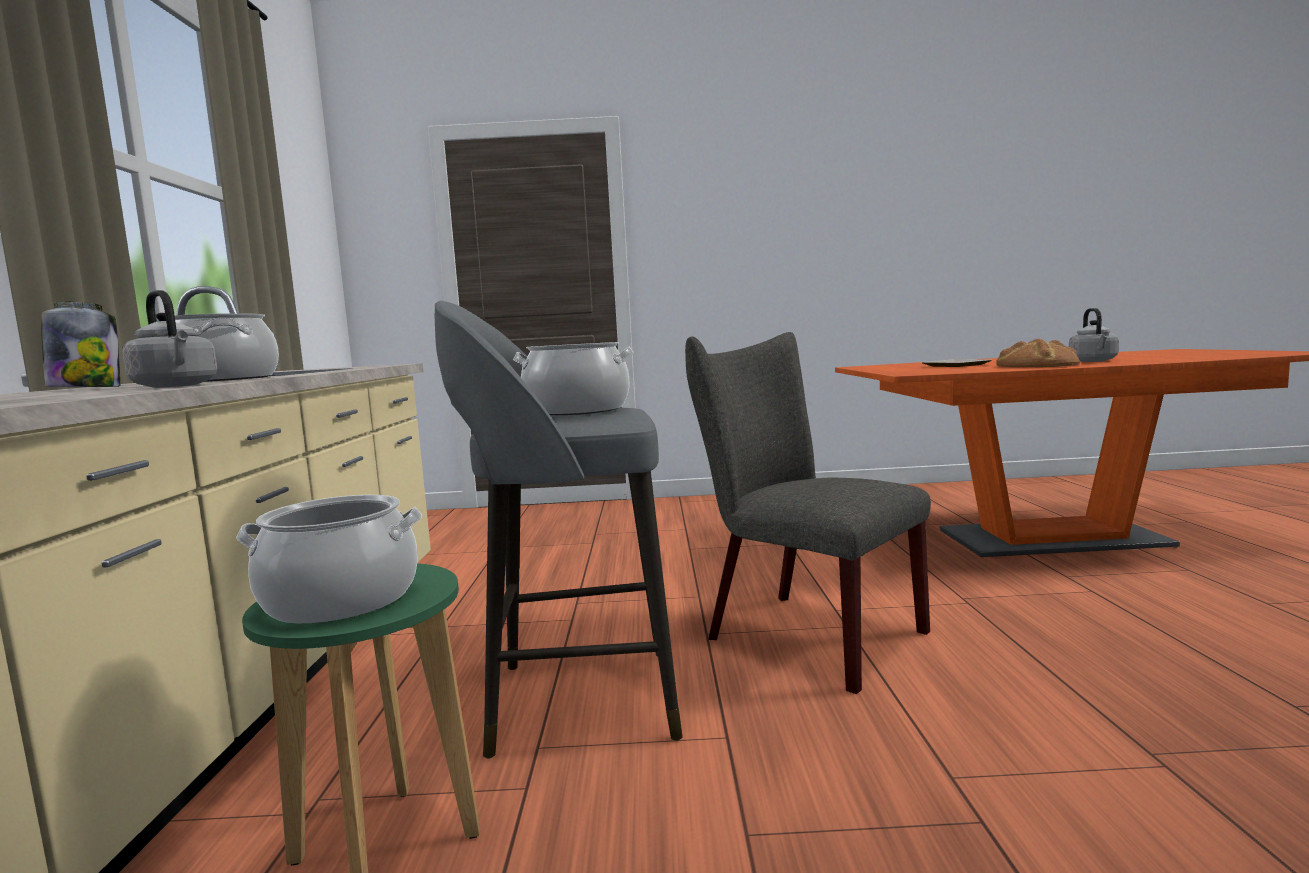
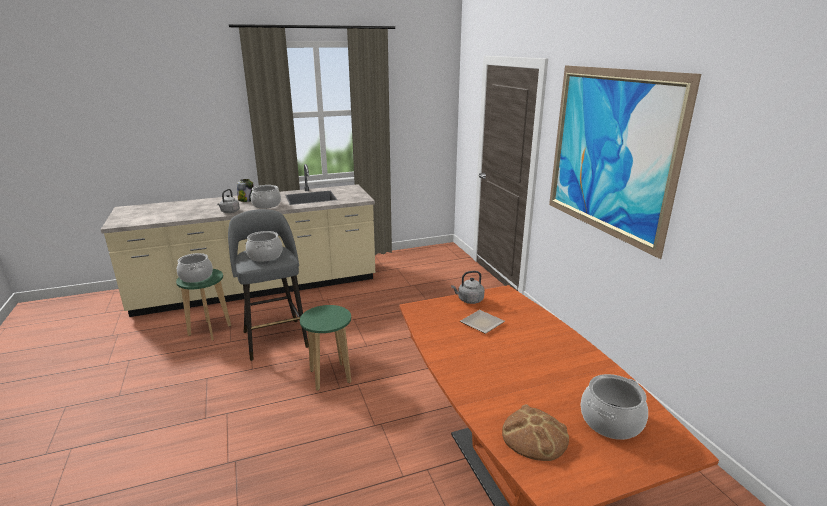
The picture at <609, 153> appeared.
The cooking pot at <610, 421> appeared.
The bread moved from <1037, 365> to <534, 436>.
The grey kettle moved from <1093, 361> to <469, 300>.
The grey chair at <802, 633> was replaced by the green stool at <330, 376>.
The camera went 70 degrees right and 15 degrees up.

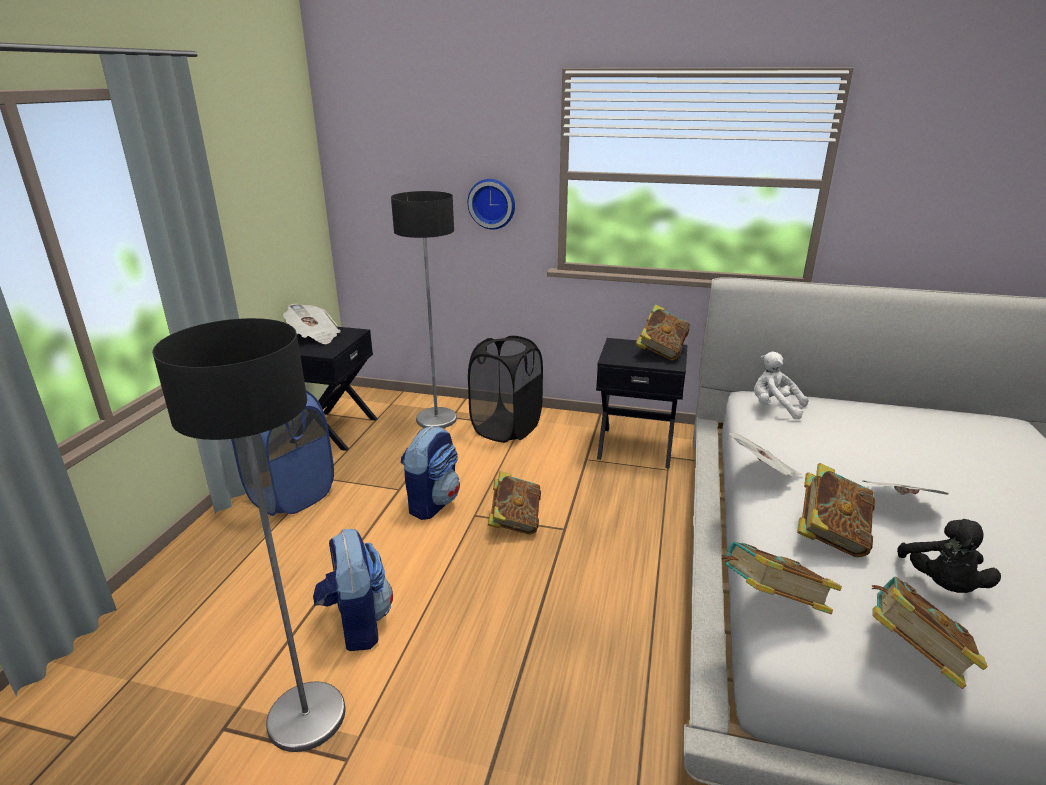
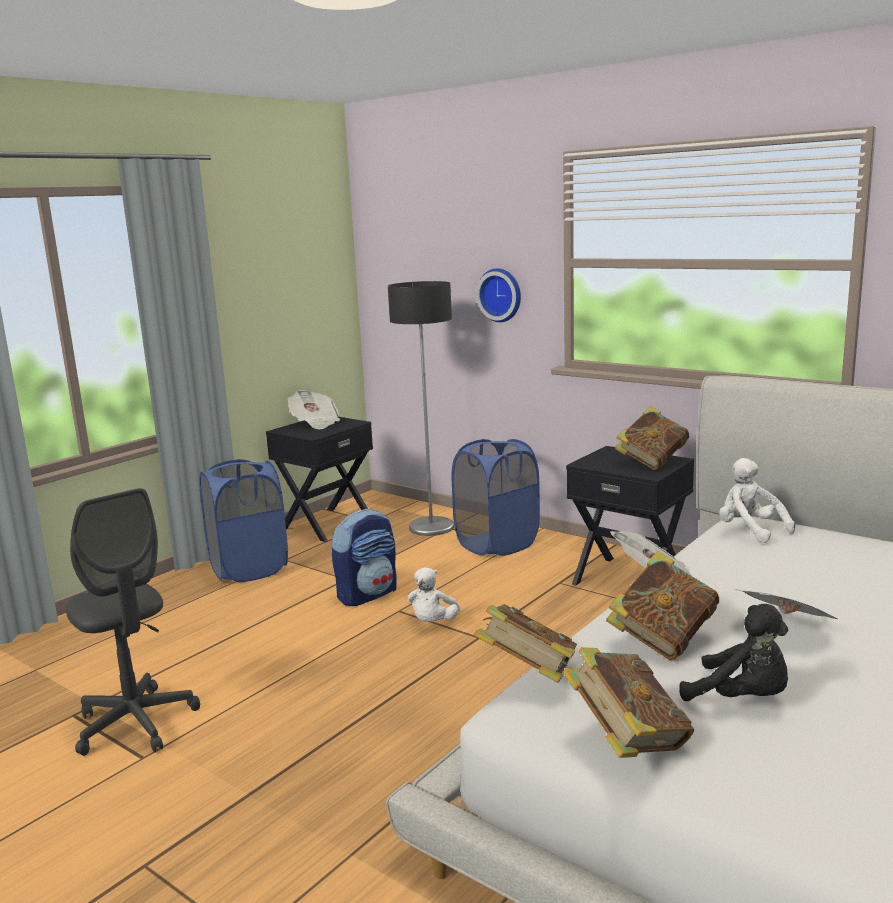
The backpack at <357, 624> disappeared.
The floor lamp at <306, 717> was replaced by the grey office chair at <136, 723>.
The book at <515, 522> was replaced by the white plush toy at <433, 623>.
The black laundry basket at <506, 428> became the blue laundry basket at <497, 544>.
The black plush toy at <941, 585> turned 90 degrees counterclockwise.
The camera went 25 degrees right and 10 degrees down.

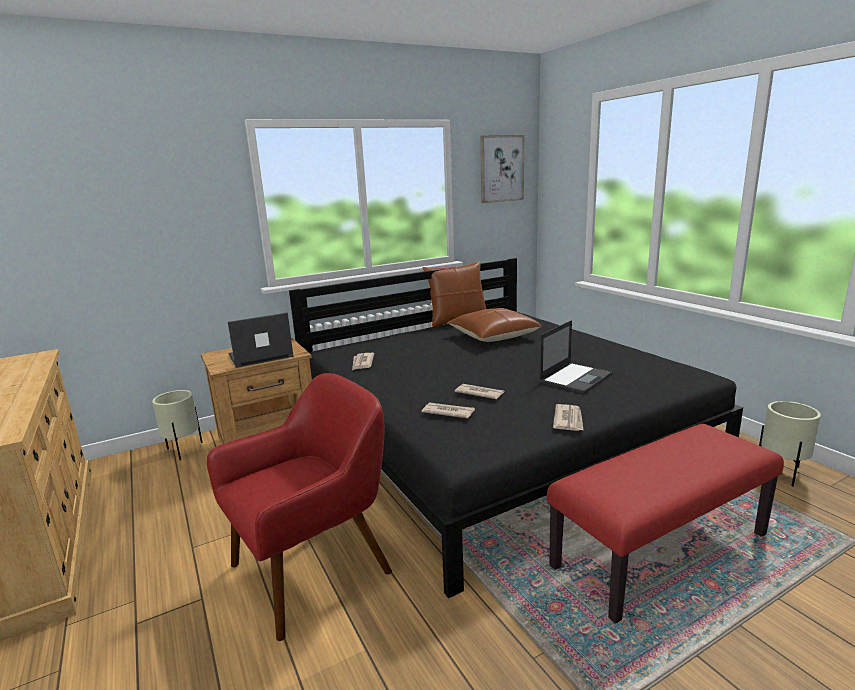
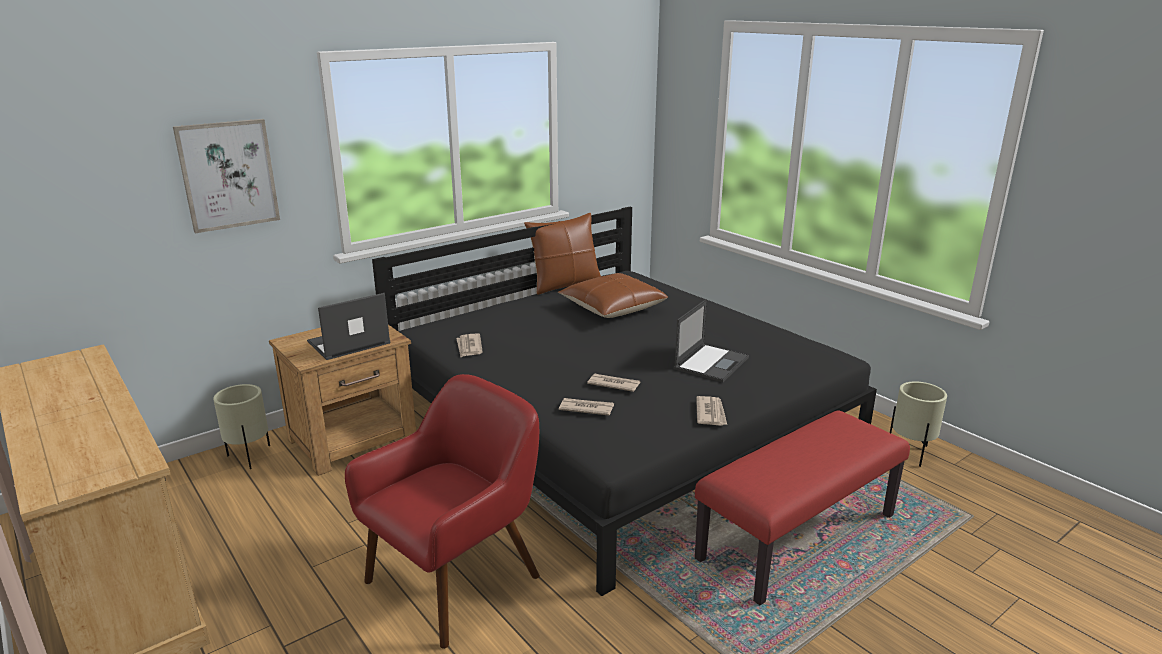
The picture moved from <501, 169> to <228, 175>.
The camera went 10 degrees left and 5 degrees up.

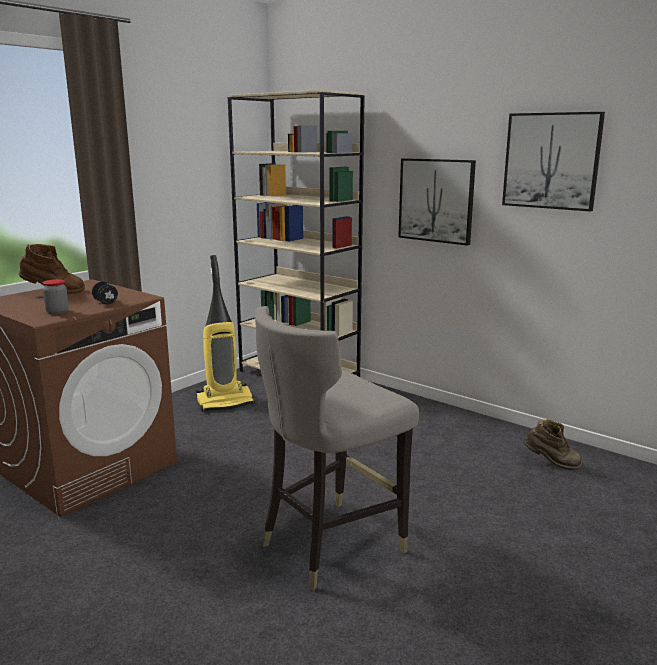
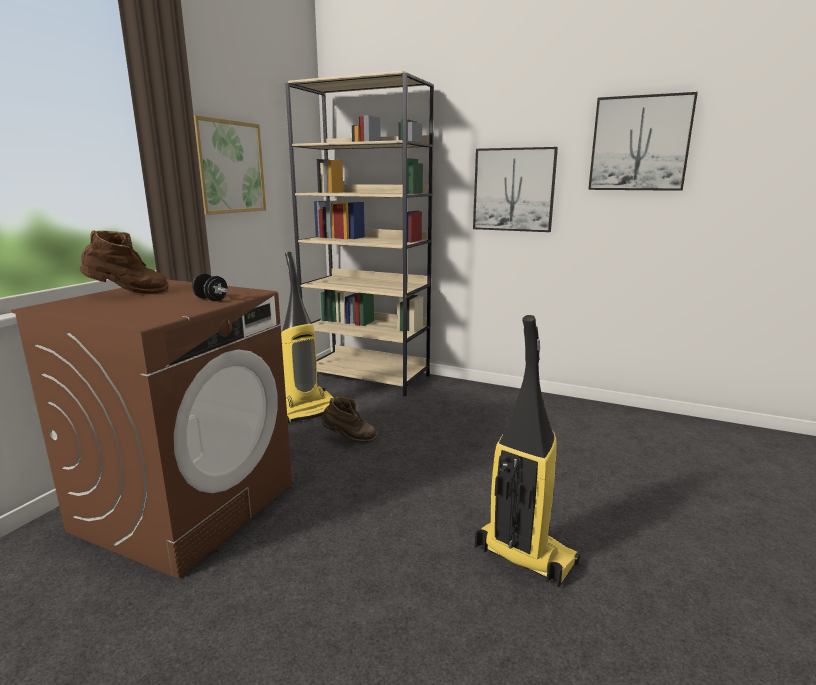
The jar at <57, 312> disappeared.
The picture at <229, 167> appeared.
The brown boot moved from <551, 464> to <349, 439>.
The grey stool at <330, 545> was replaced by the vacuum cleaner at <523, 556>.
The camera went 15 degrees left and 0 degrees up.

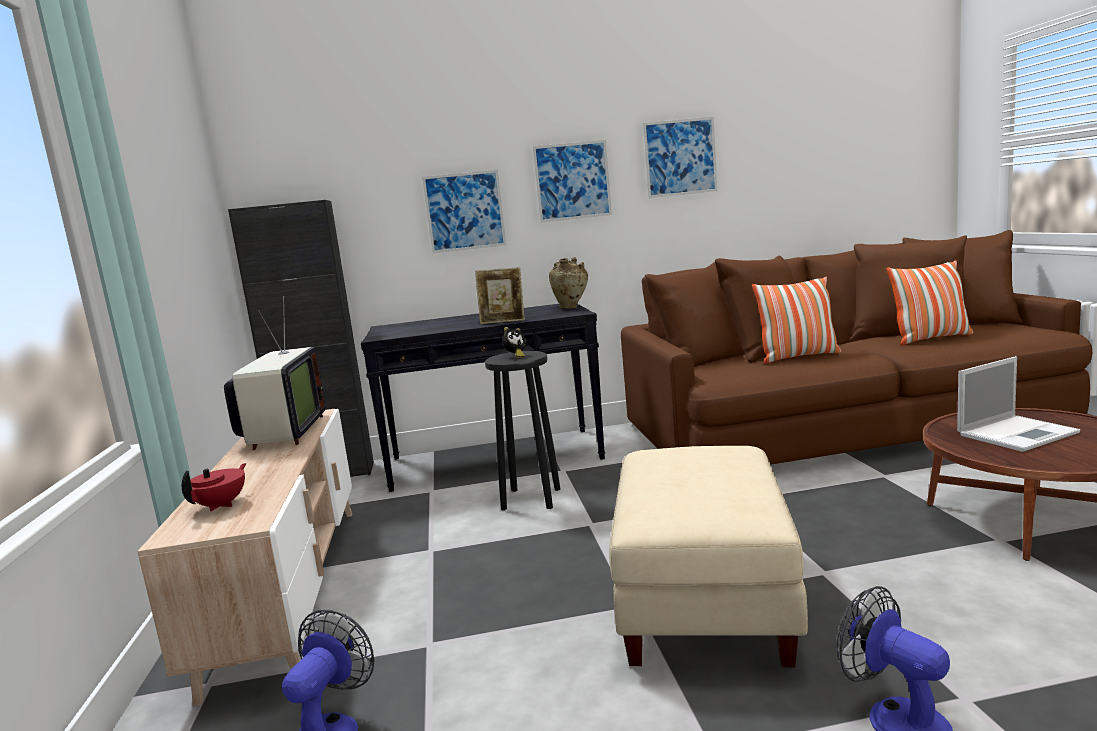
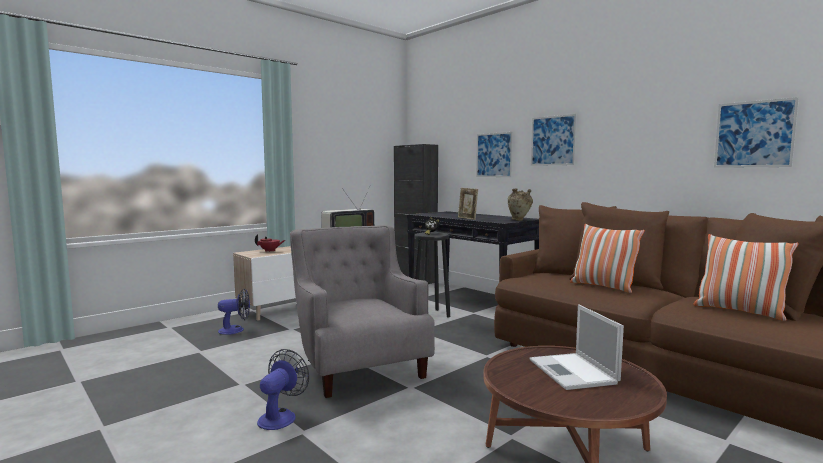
The picture moved from <680, 157> to <754, 134>.
The beige ottoman at <702, 599> was replaced by the grey armchair at <358, 365>.
The laptop at <1017, 433> turned 45 degrees clockwise.
The camera went 55 degrees right and 5 degrees down.

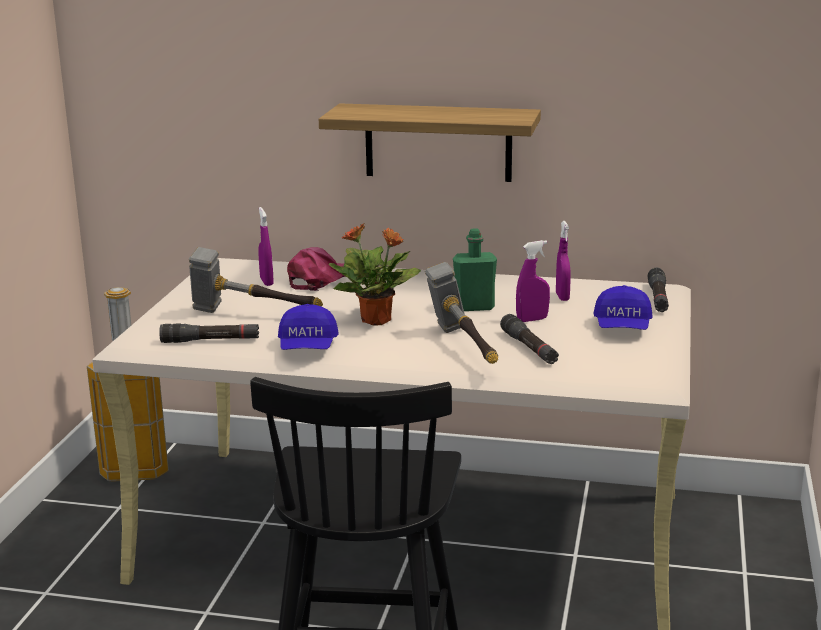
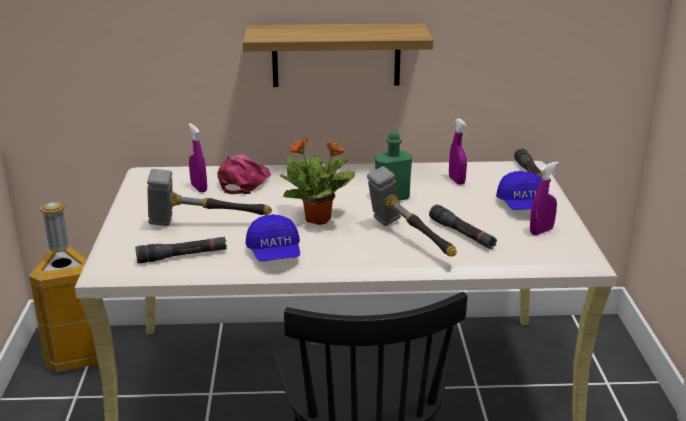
The purple spray bottle moved from <532, 320> to <541, 231>.
The camera went 15 degrees left and 5 degrees up.

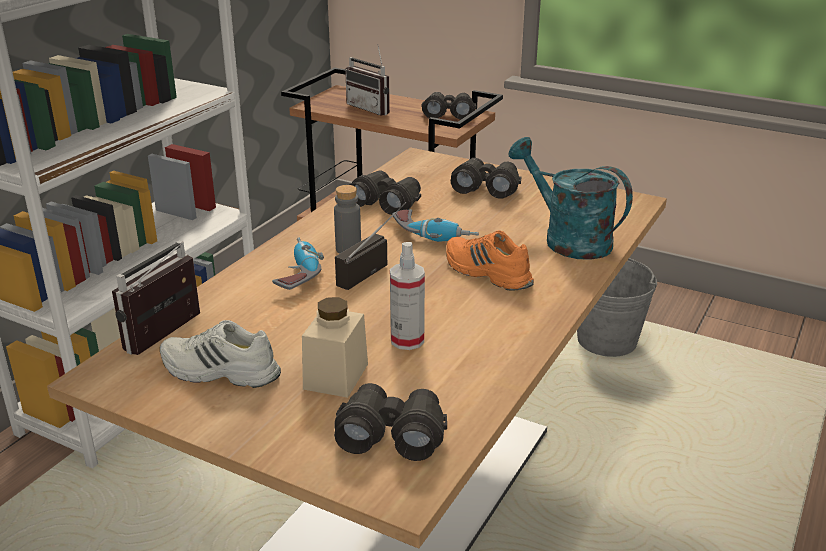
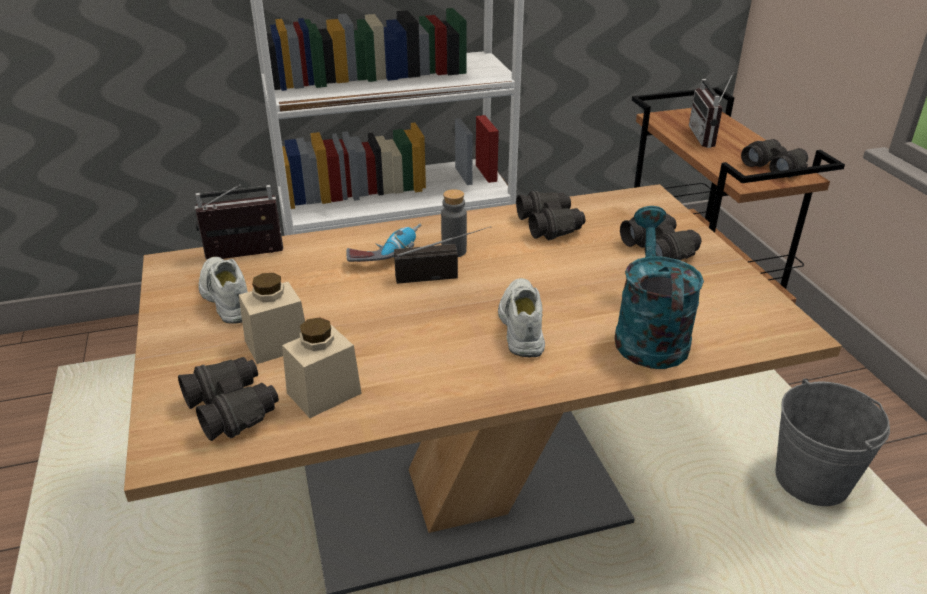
The spray bottle at <407, 340> disappeared.
The power drill at <434, 235> disappeared.
The beige jar at <324, 393> appeared.
The orange shoe at <486, 272> became the white shoe at <520, 325>.
The camera went 45 degrees right and 5 degrees up.

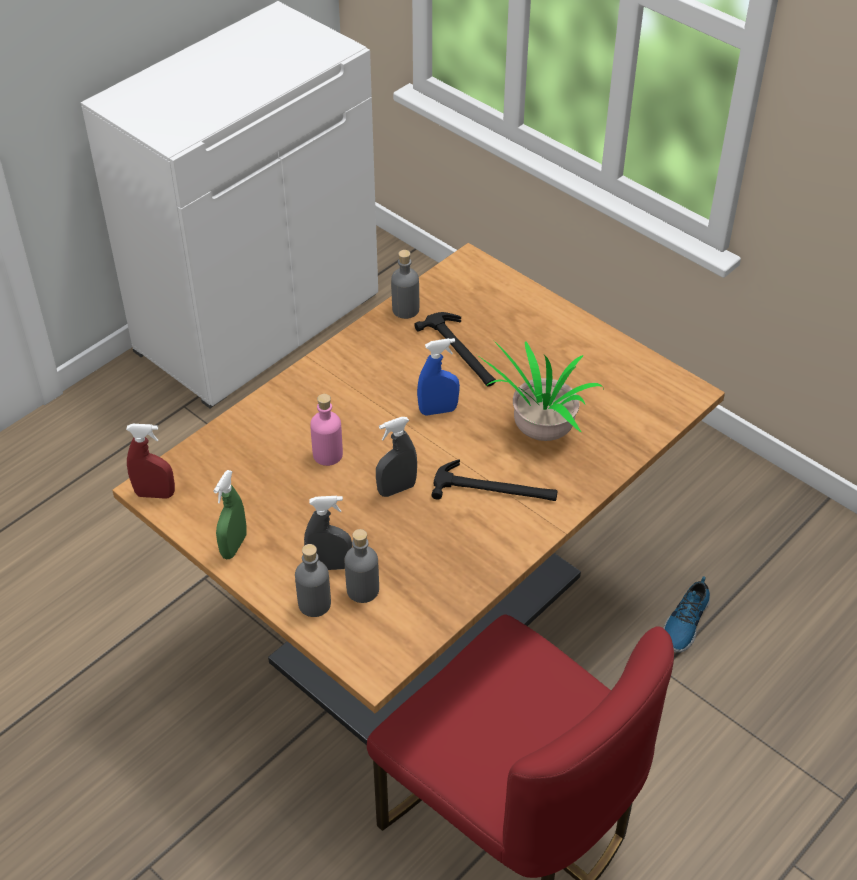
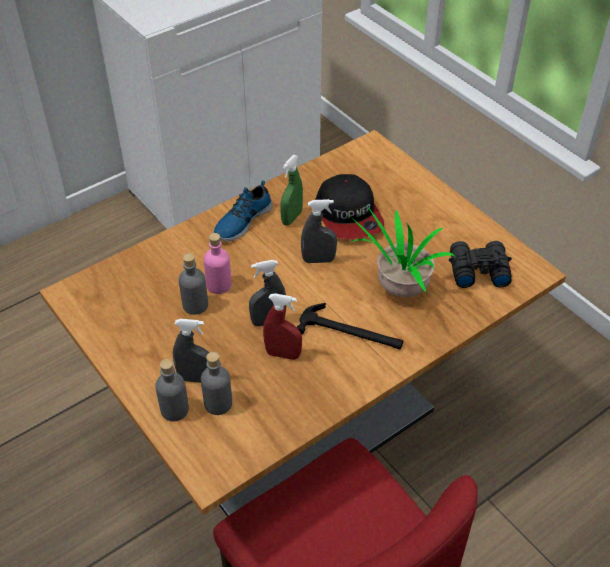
The black binoculars at <477, 270> appeared.
The red spray bottle moved from <155, 494> to <283, 354>.
The green spray bottle moved from <234, 546> to <291, 218>.
The grey bottle moved from <405, 309> to <195, 305>.
The shoe moved from <684, 622> to <242, 221>.
The hammer at <461, 352> was replaced by the cap at <349, 215>.
The blue spray bottle at <438, 410> became the grey spray bottle at <318, 260>.
The camera went 10 degrees right and 0 degrees up.

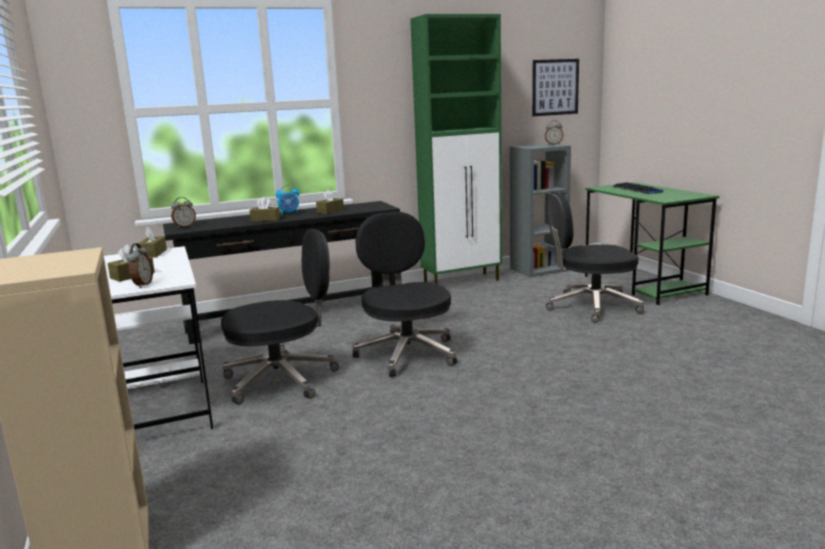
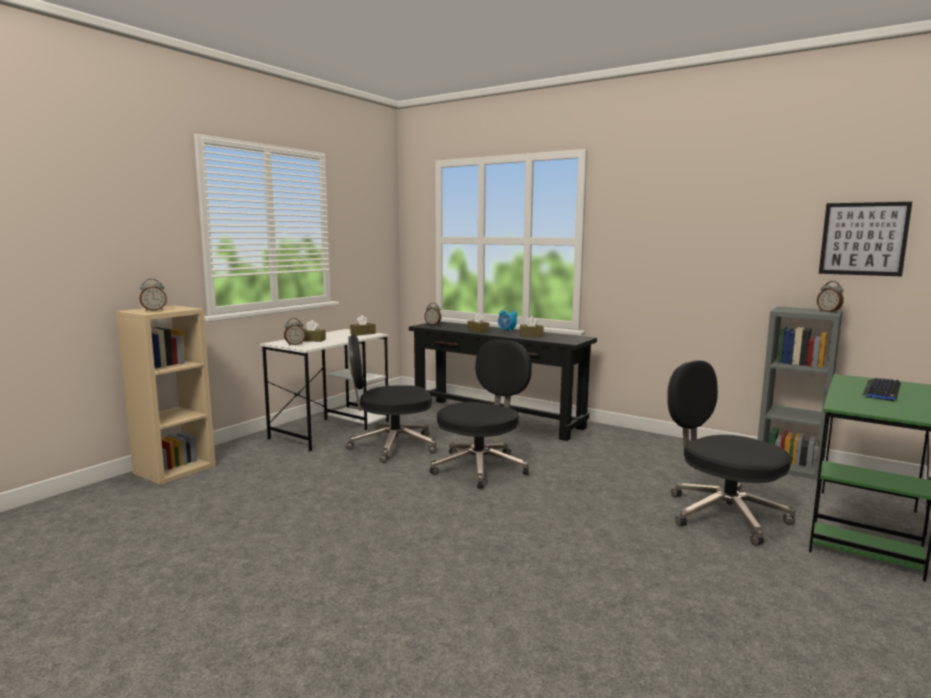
The green cabinet at <462, 281> disappeared.
The alarm clock at <154, 310> appeared.
The black office chair at <283, 379> turned 135 degrees clockwise.
The camera went 55 degrees right and 5 degrees down.

